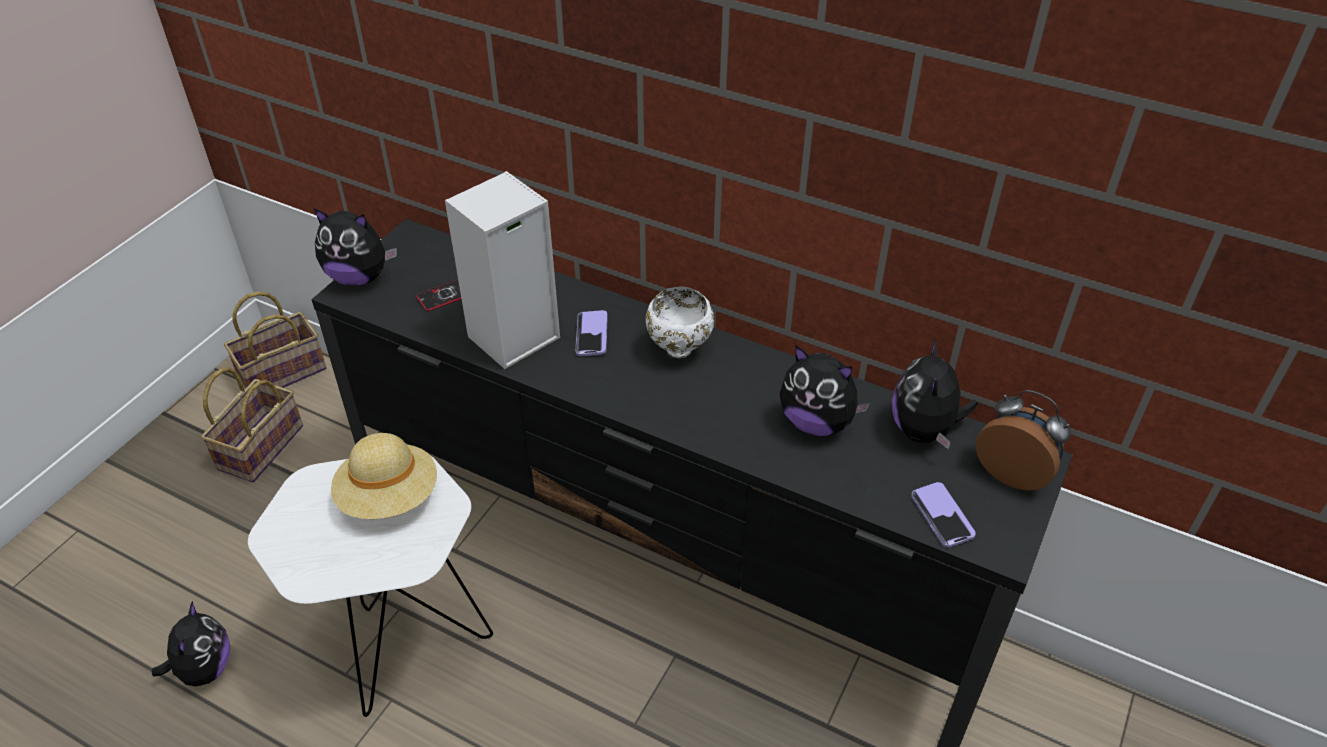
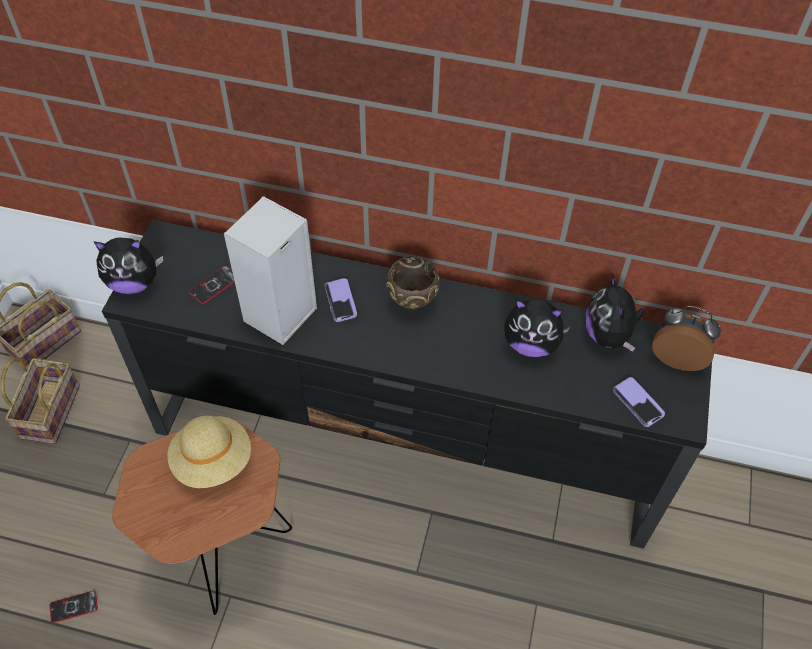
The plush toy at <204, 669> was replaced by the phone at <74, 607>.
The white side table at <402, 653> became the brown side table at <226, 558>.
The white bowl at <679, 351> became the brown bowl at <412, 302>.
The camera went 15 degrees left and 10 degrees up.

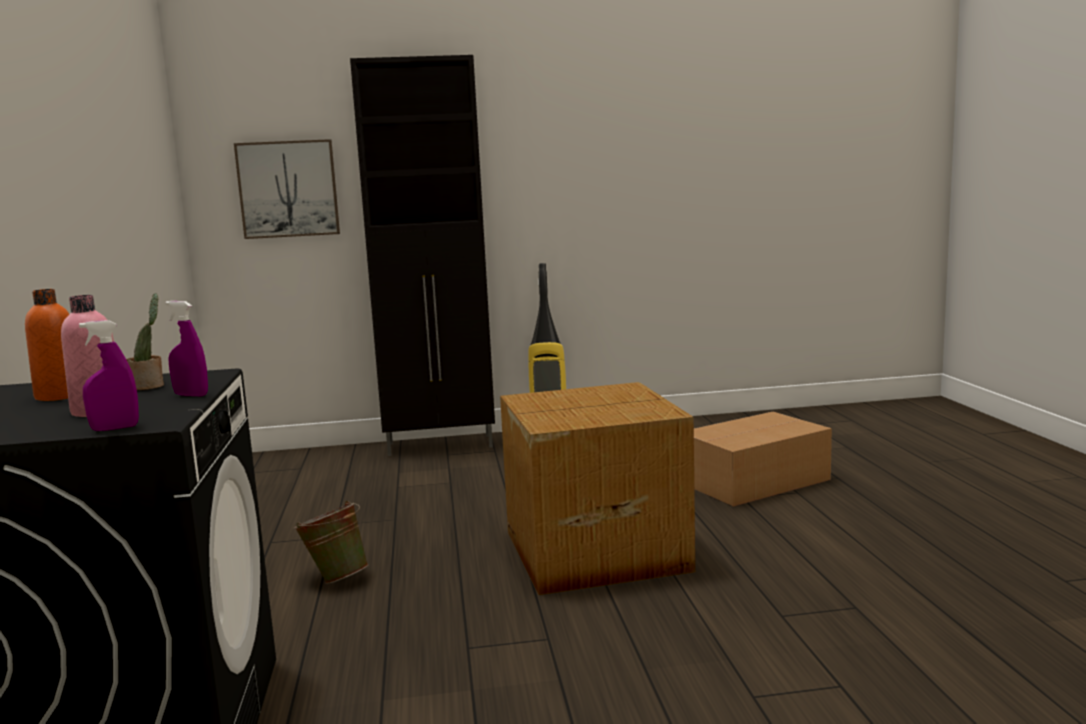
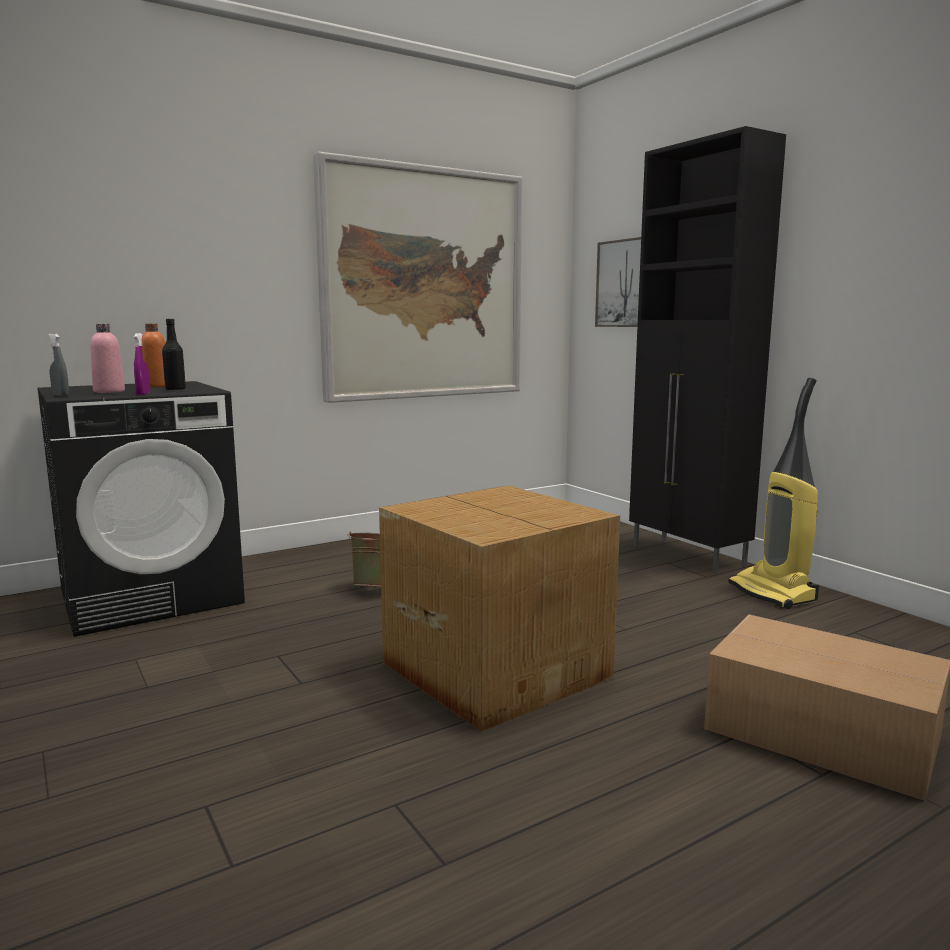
The picture at <423, 284> appeared.
The potted plant at <149, 386> was replaced by the black bottle at <175, 389>.
The purple spray bottle at <115, 428> became the grey spray bottle at <60, 396>.
The camera went 65 degrees right and 0 degrees up.

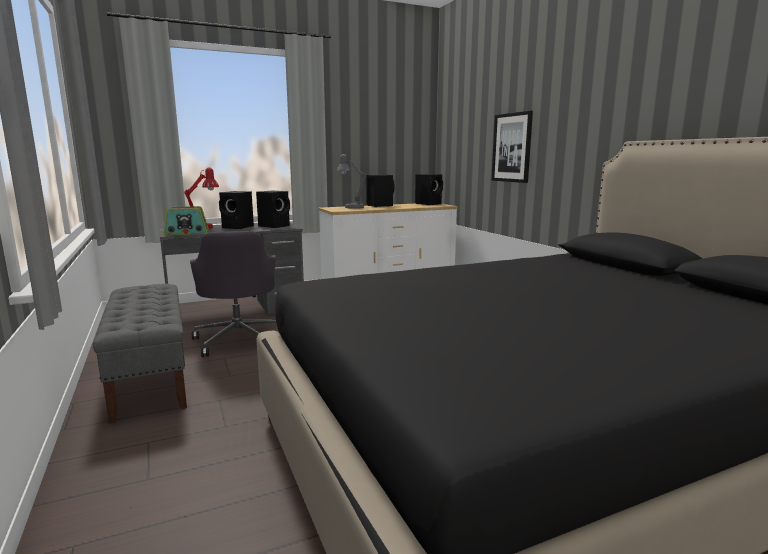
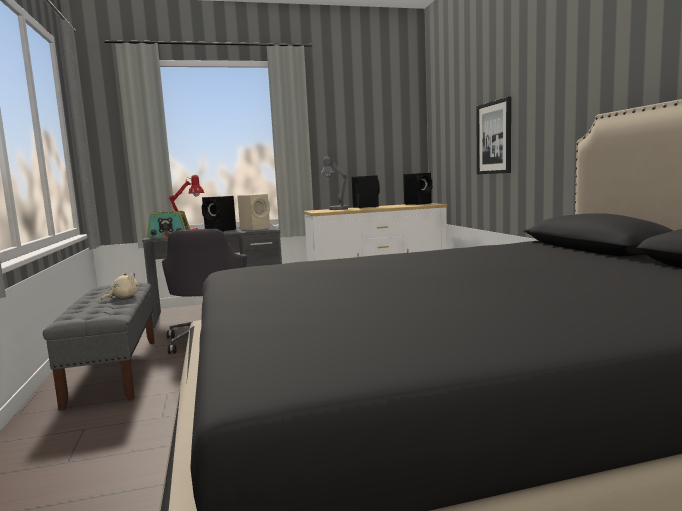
The beige plush toy at <123, 297> appeared.
The black speaker at <275, 226> became the beige speaker at <256, 228>.
The camera went 10 degrees right and 5 degrees down.

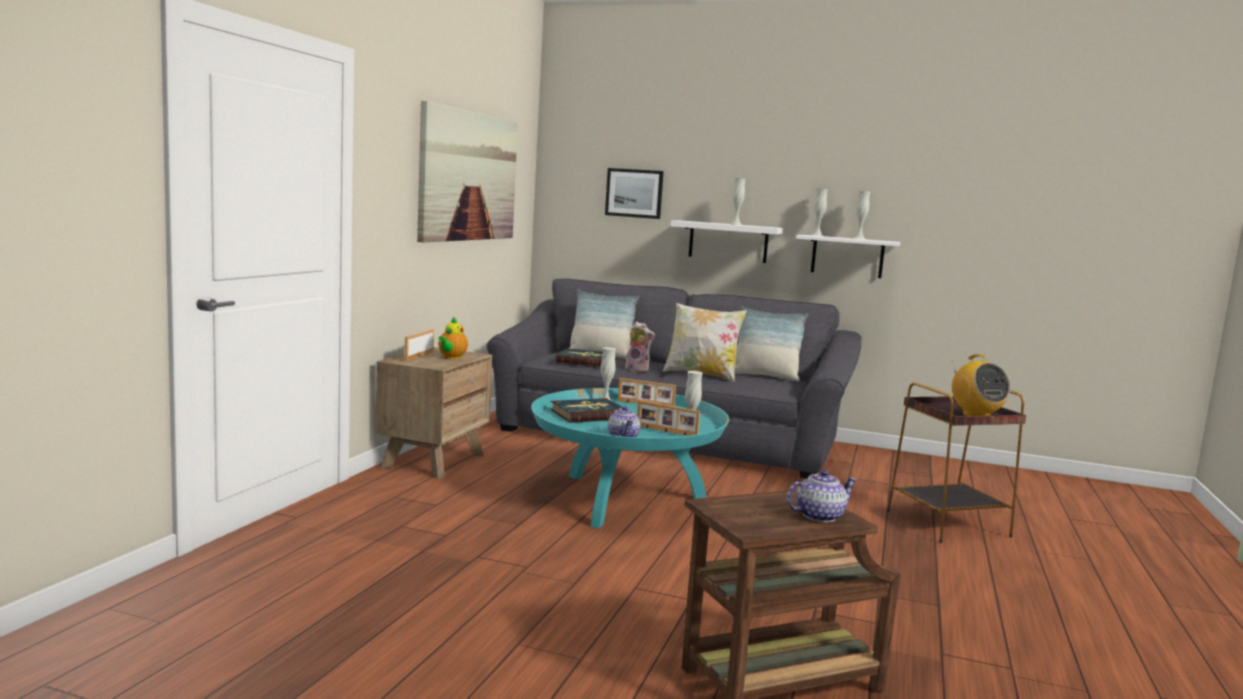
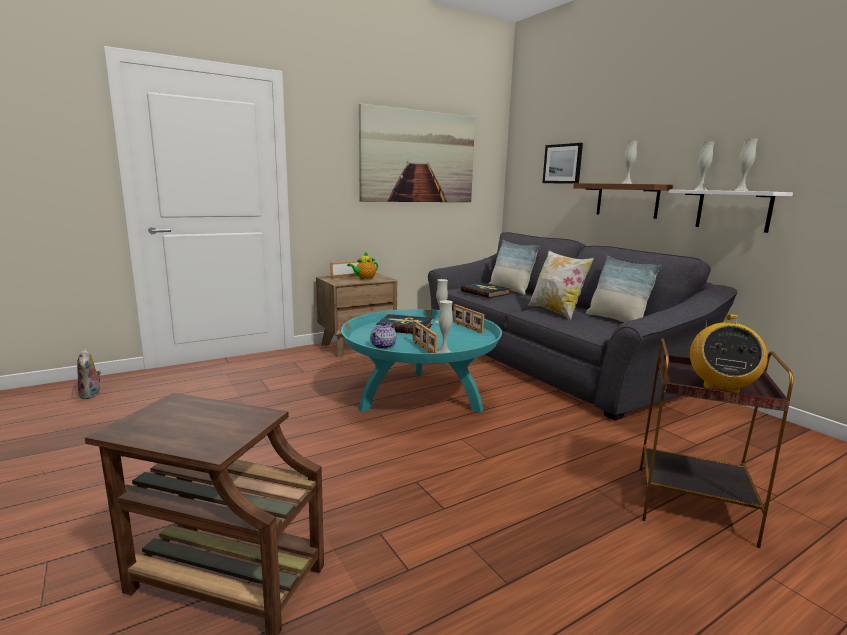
The teapot at <818, 516> disappeared.
The plush toy moved from <638, 369> to <91, 395>.
The white shelf at <728, 241> became the brown shelf at <627, 200>.
The camera went 40 degrees right and 5 degrees up.

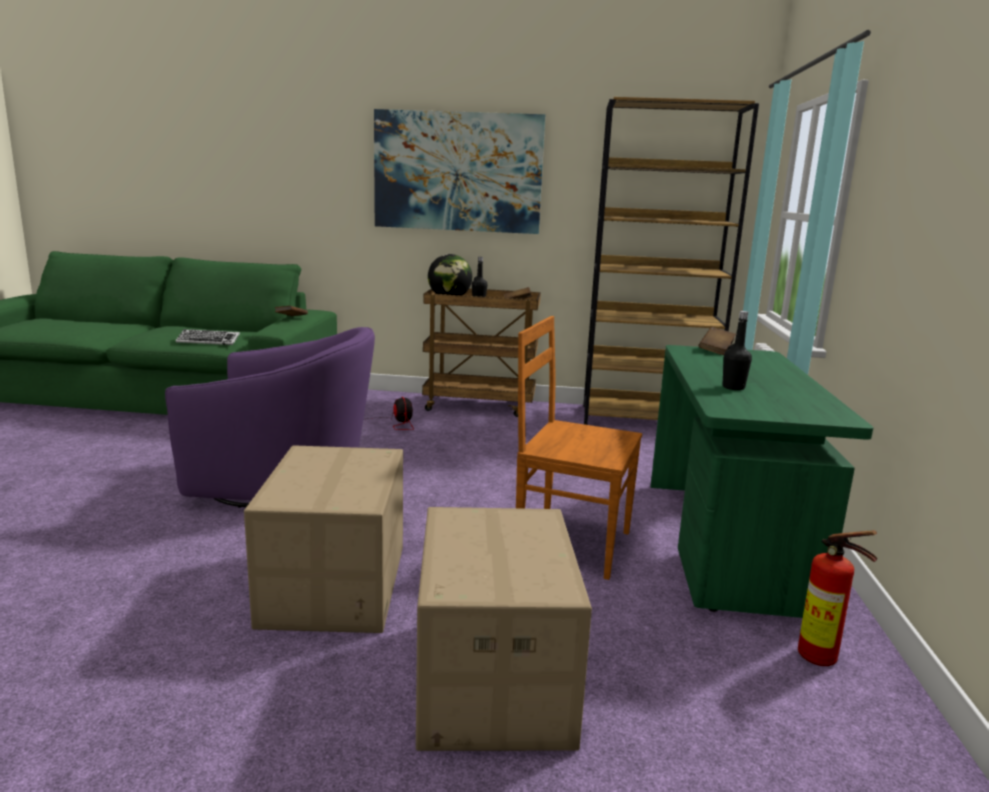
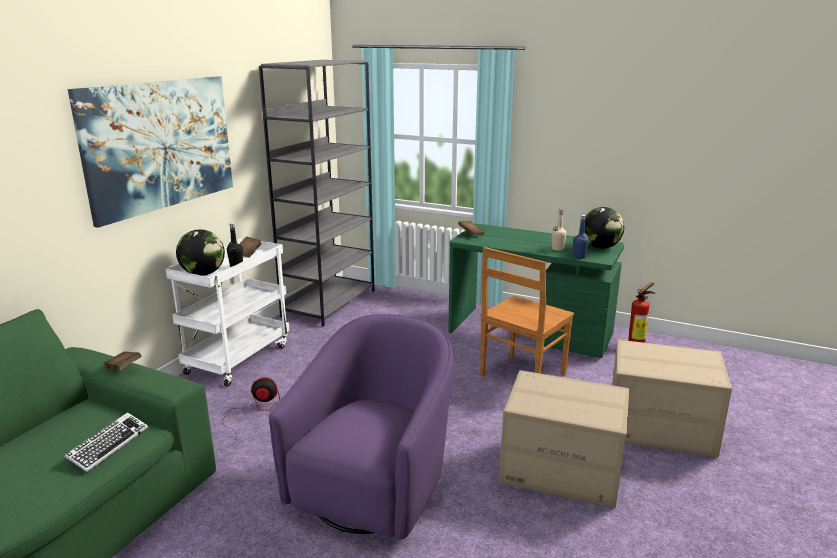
The blue bottle at <579, 257> appeared.
The globe at <600, 247> appeared.
The brown cart at <480, 405> became the white cart at <238, 358>.
The brown bookcase at <646, 419> became the grey bookcase at <329, 303>.
The black bottle at <733, 387> became the beige bottle at <557, 249>.
The camera went 70 degrees left and 5 degrees up.

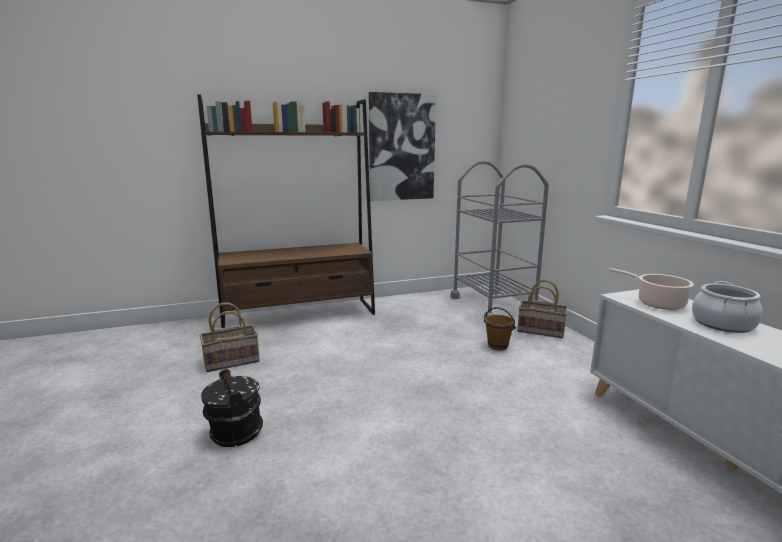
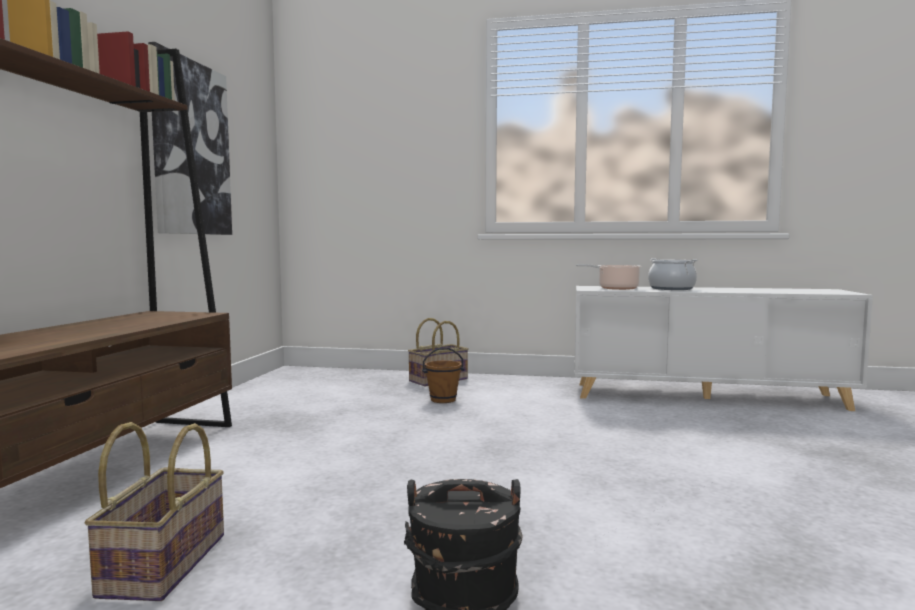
The grey cart at <493, 306> disappeared.
The camera went 60 degrees left and 10 degrees down.

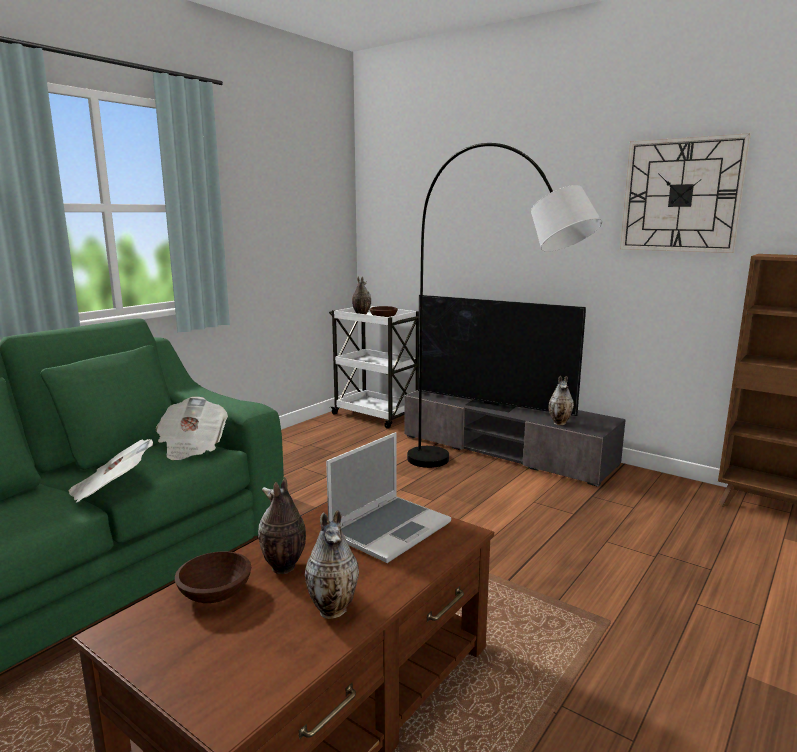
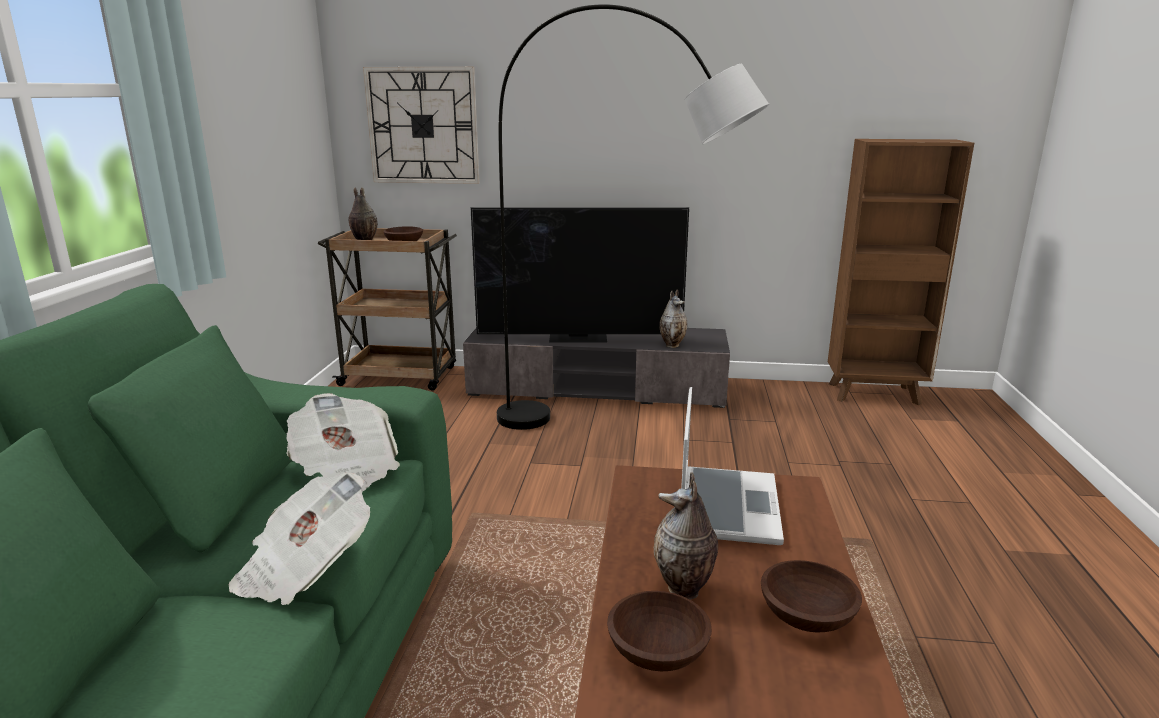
The wall clock moved from <681, 195> to <423, 126>.
The vase at <334, 609> was replaced by the brown bowl at <806, 616>.
The white cart at <376, 415> became the brown cart at <401, 376>.
The camera went 30 degrees left and 5 degrees up.

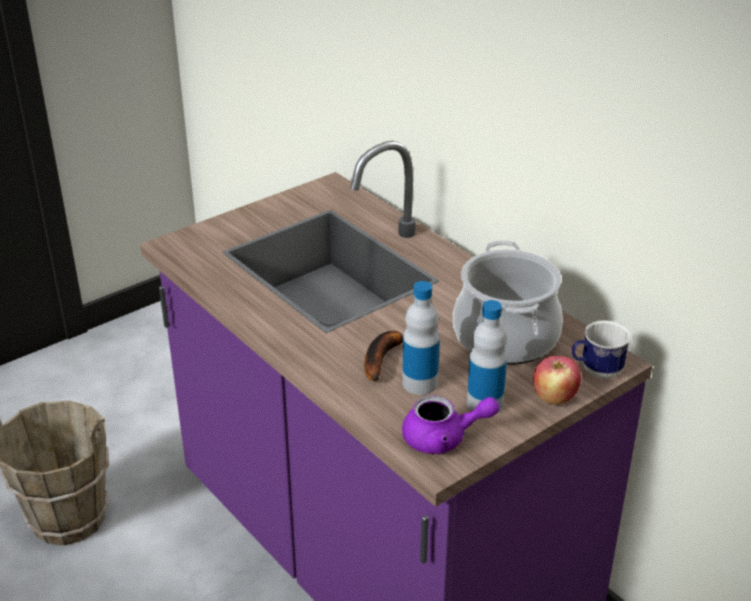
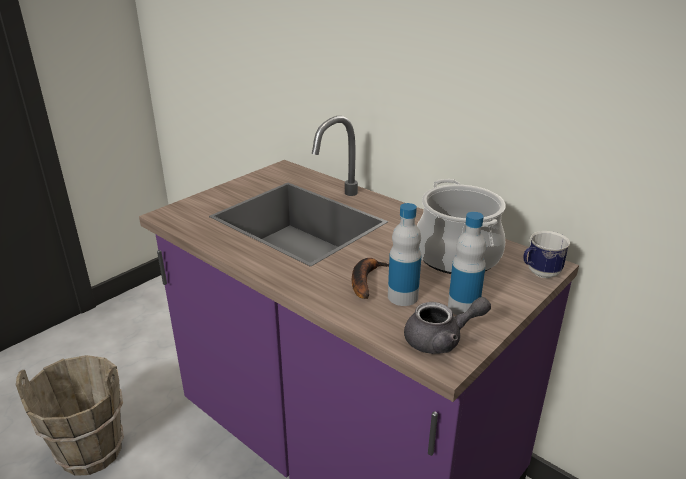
The apple at <554, 398> disappeared.
The purple teapot at <443, 439> became the grey teapot at <441, 340>.
The camera went 10 degrees left and 5 degrees down.

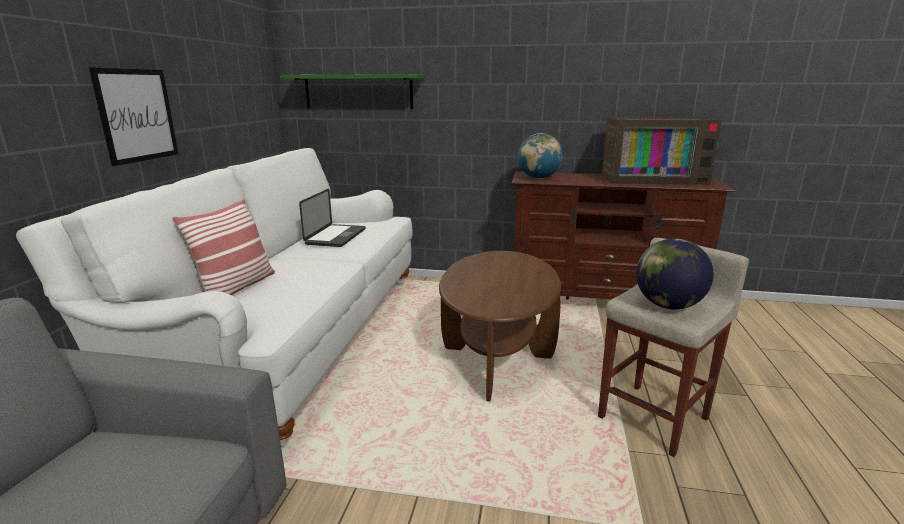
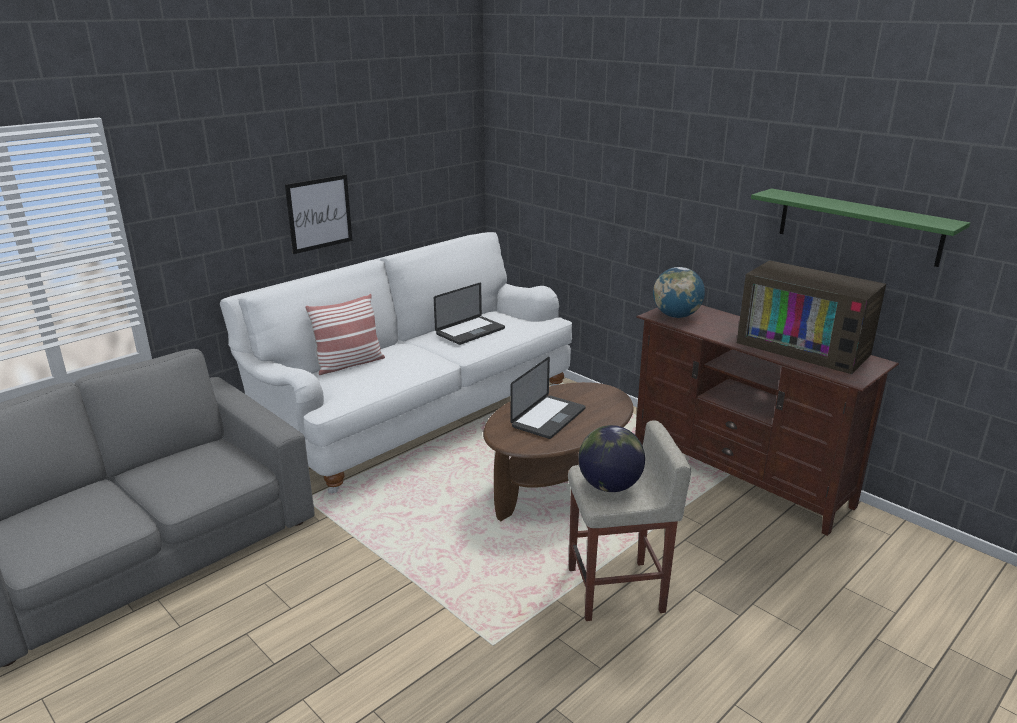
The laptop at <548, 418> appeared.
The green shelf moved from <358, 92> to <858, 226>.
The camera went 35 degrees right and 5 degrees up.

